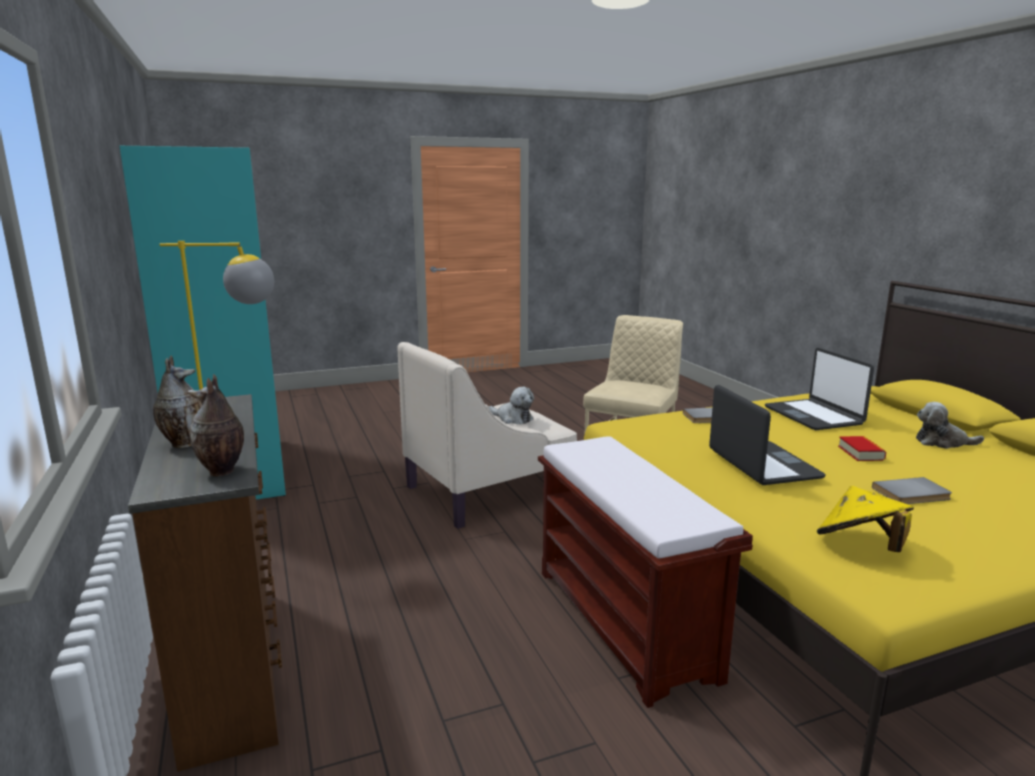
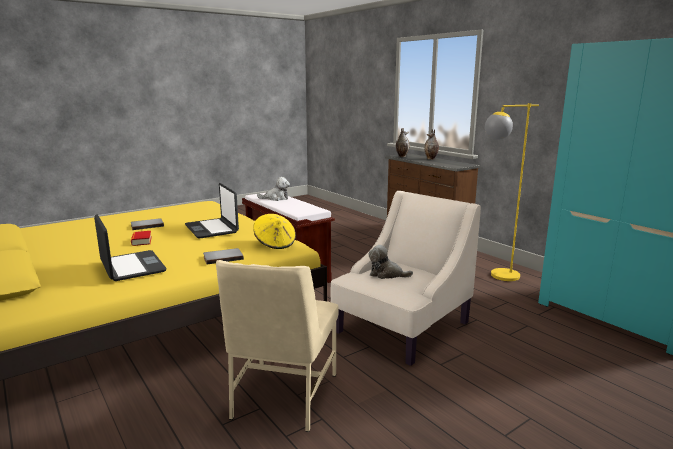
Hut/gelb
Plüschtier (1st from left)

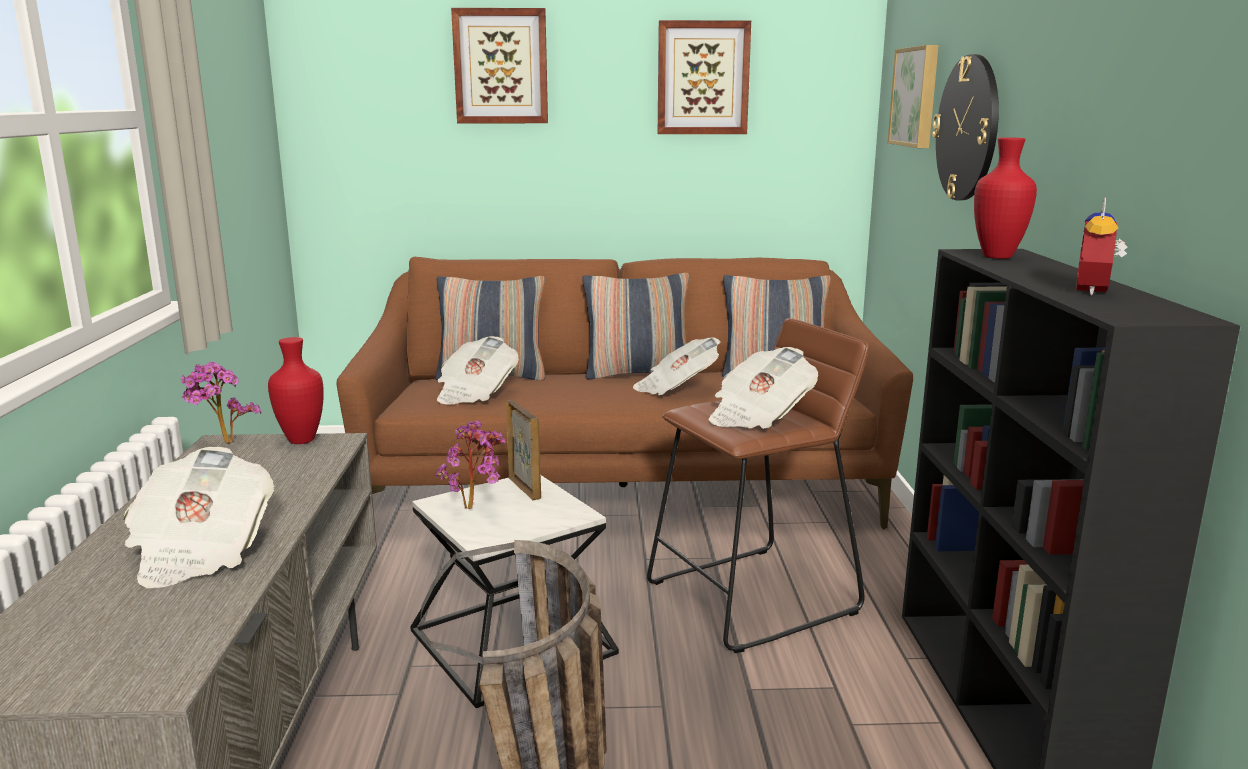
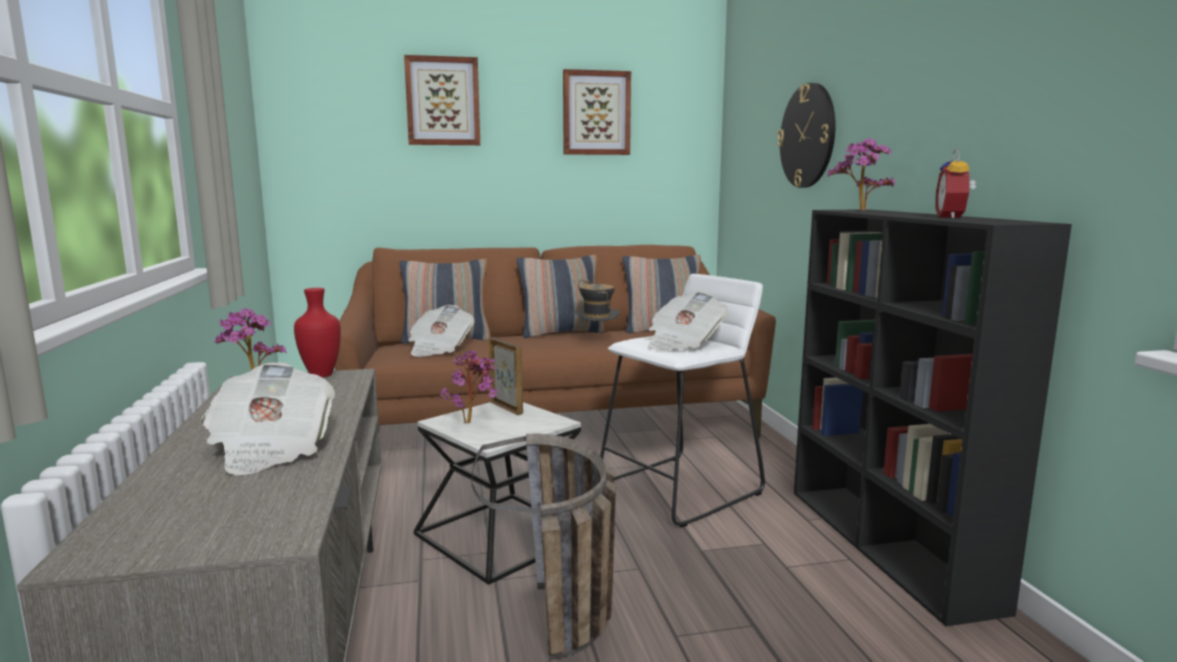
Bild (3rd from left in the first image)
Hut
Topfpflanze (3rd from left)
Hocker/weiß

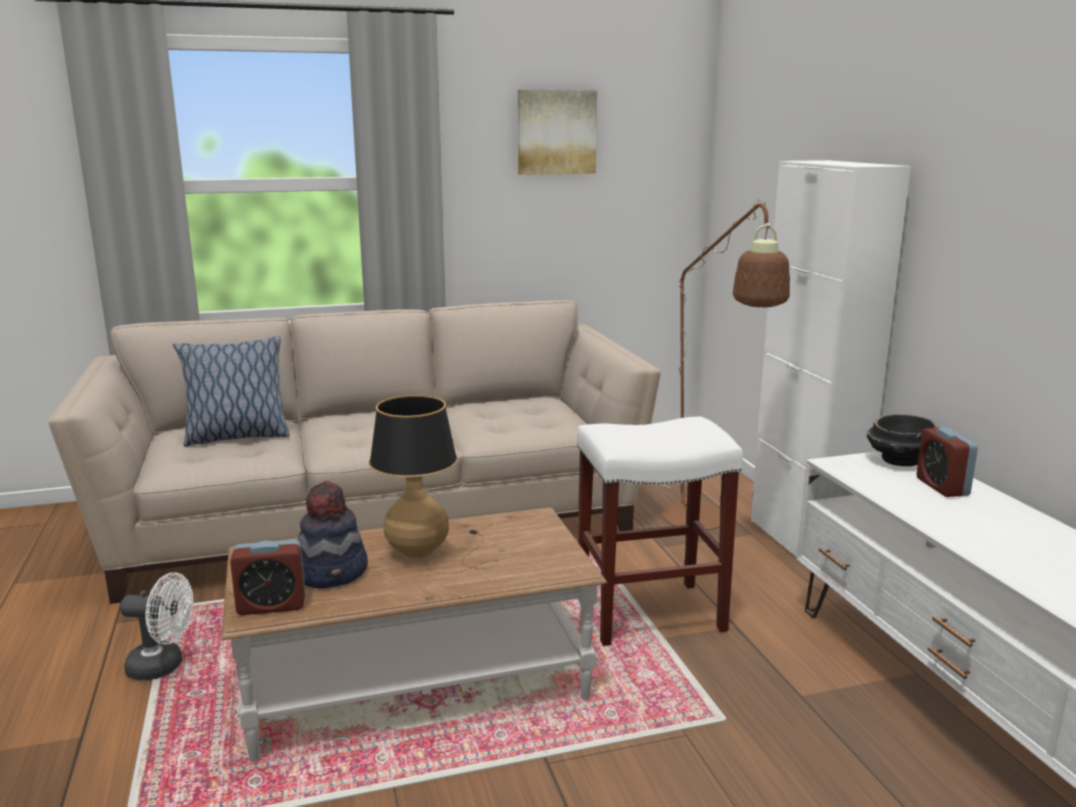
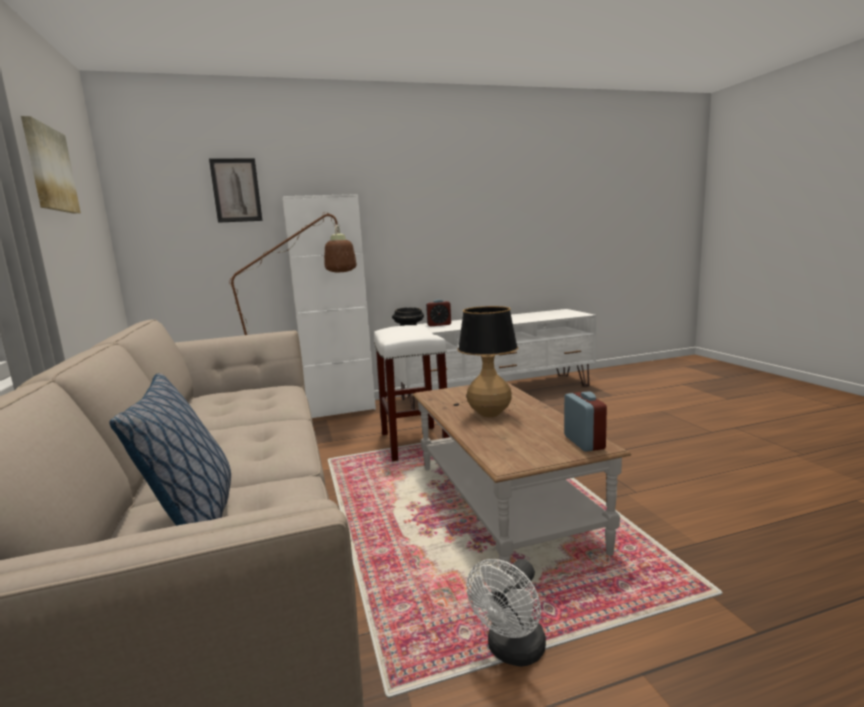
Hut
Bild (2nd from left)
Ventilator/weiß

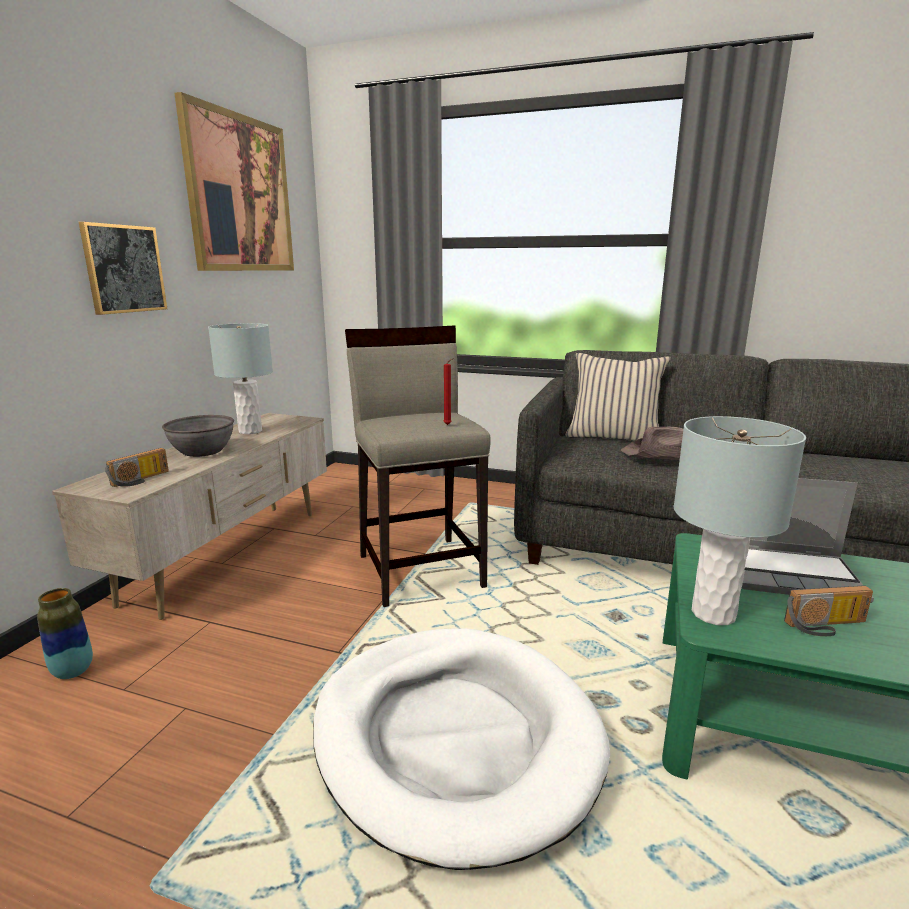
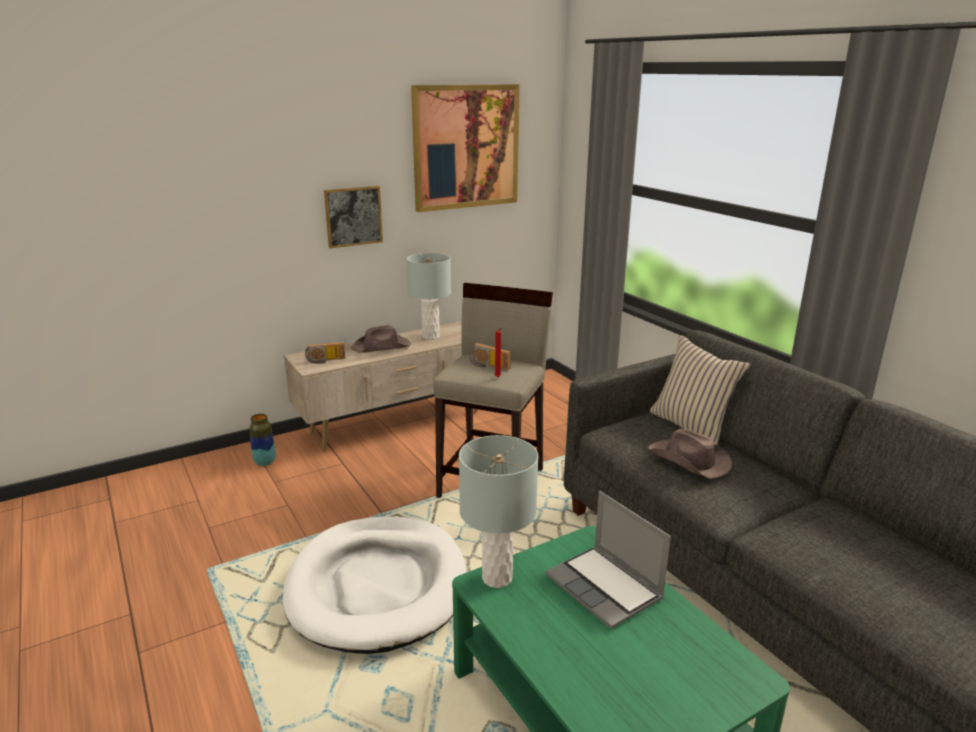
Radio (2nd from left)
Hut/braun (1st from left)

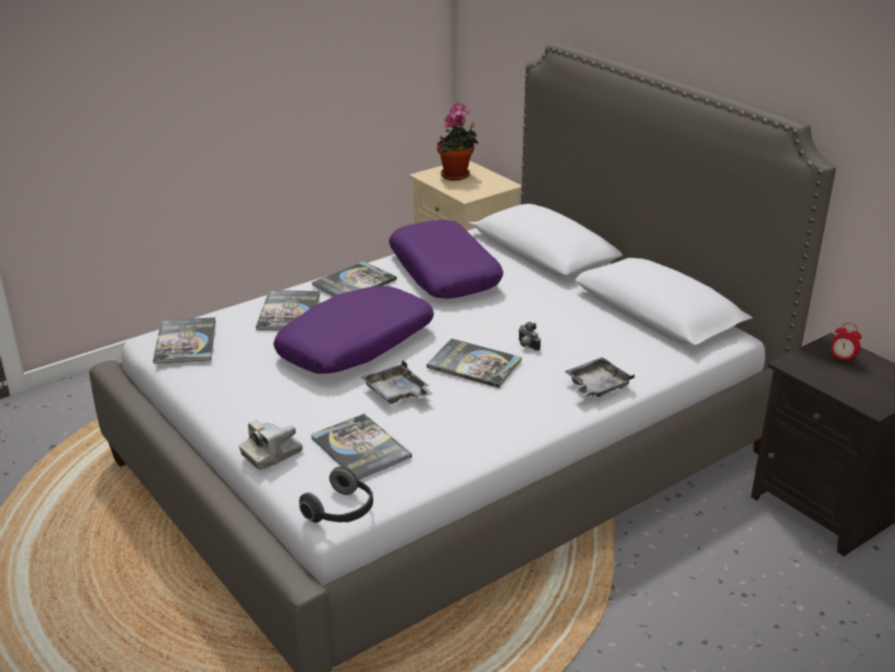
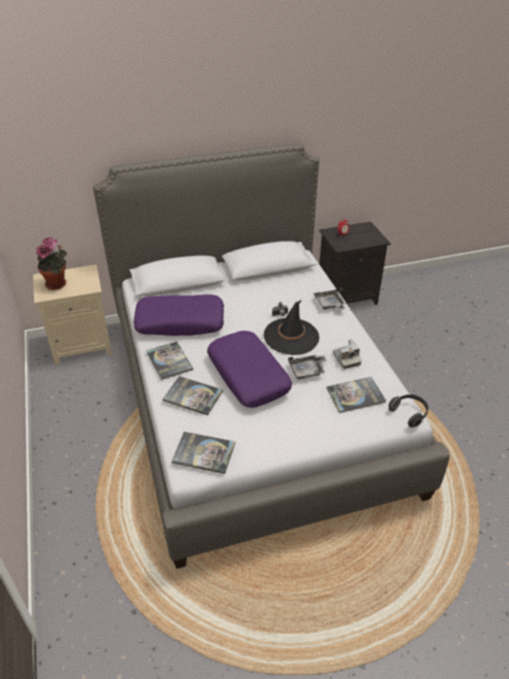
Kamera (2nd from left)
Hut/schwarz

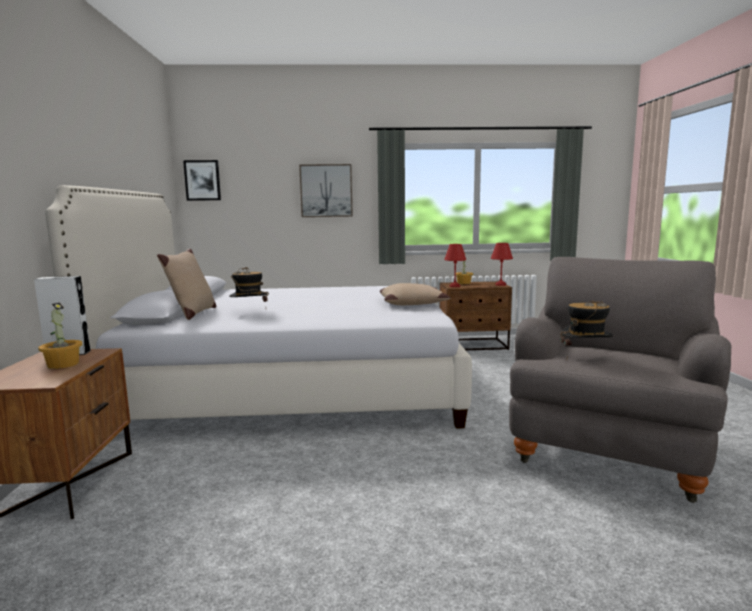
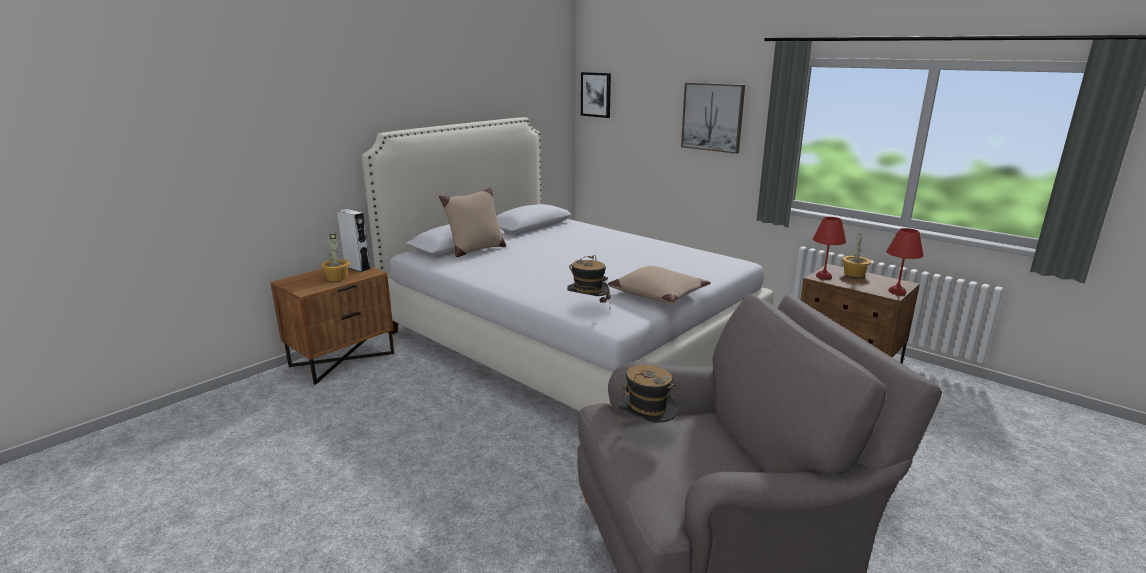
Hut (1st from left)

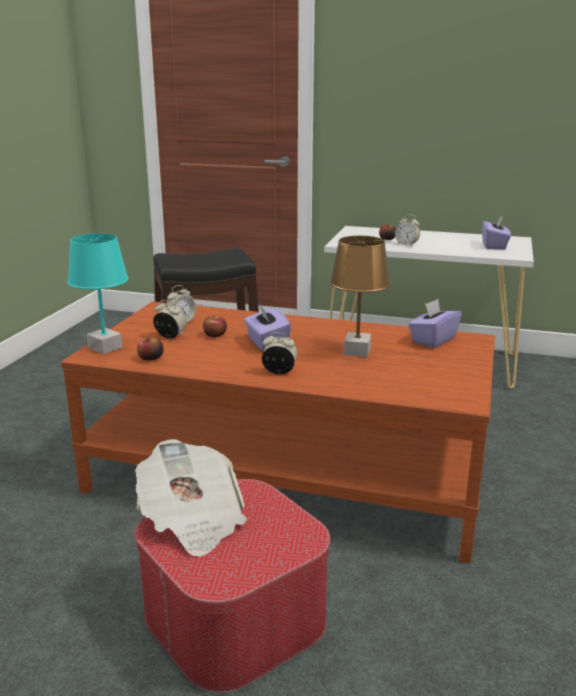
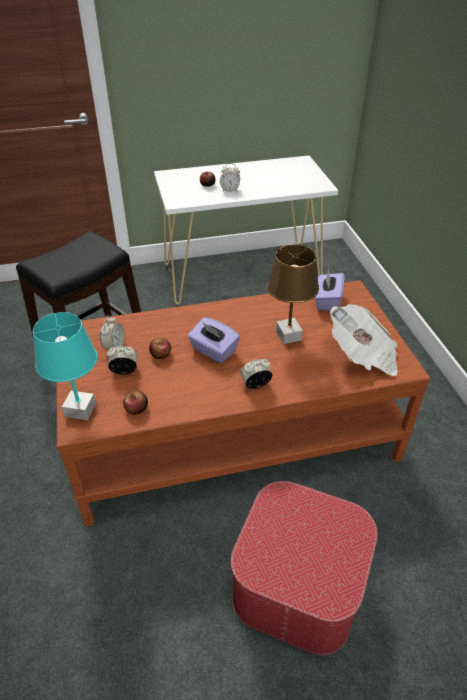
Taschentuchbox/lila (3rd from left in the first image)
Zeitung

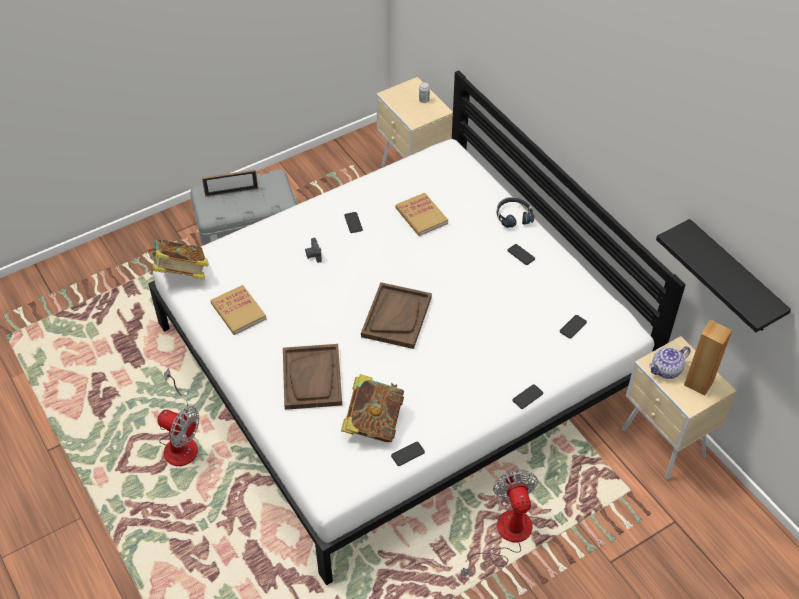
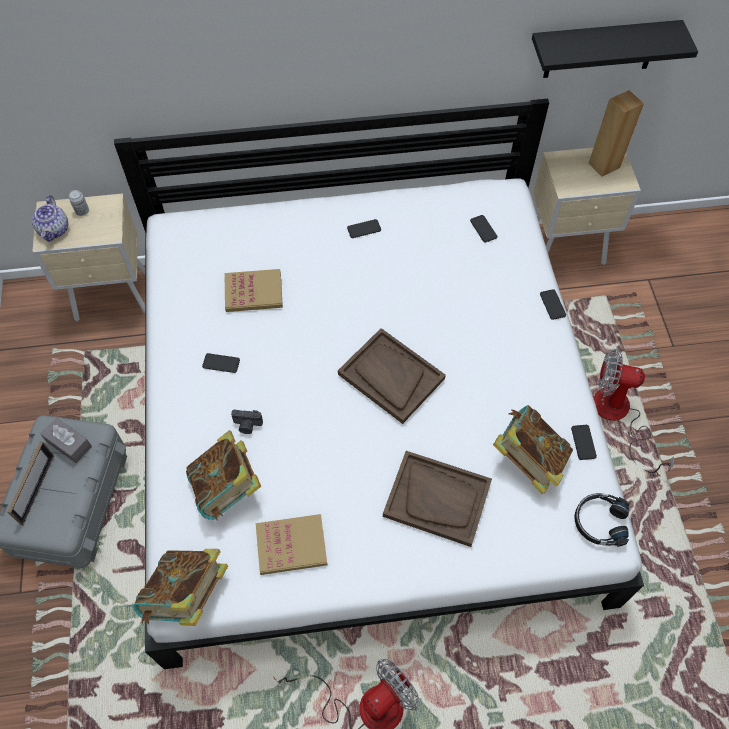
Taschentuchbox/grau
Buch (2nd from left)
Kopfhörer/schwarz
Teekanne

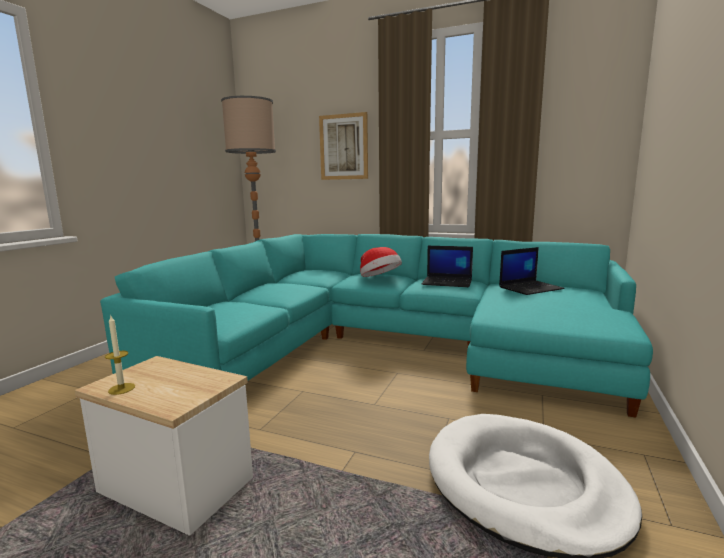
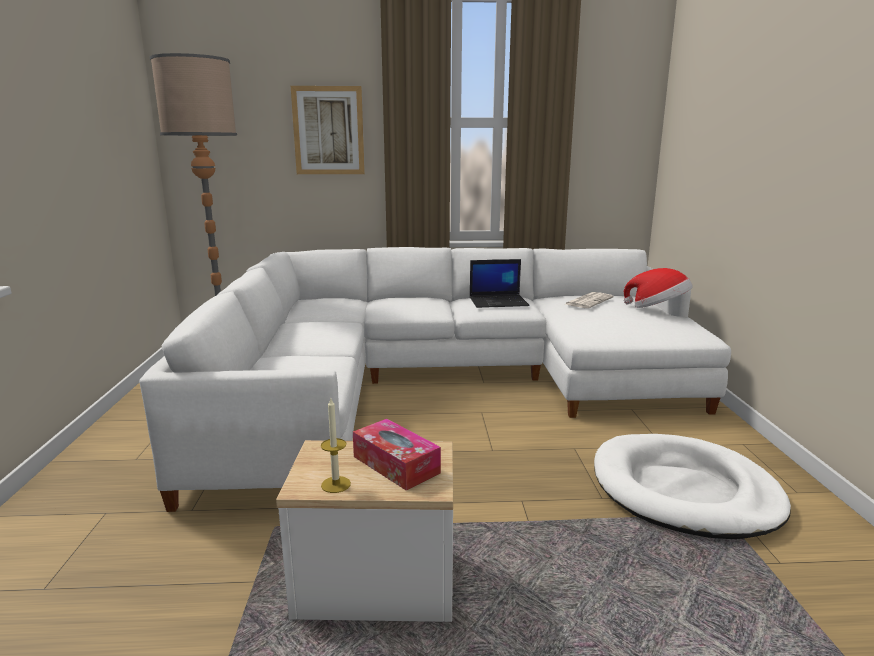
Taschentuchbox
Hut
Zeitung
Sofa/weiß

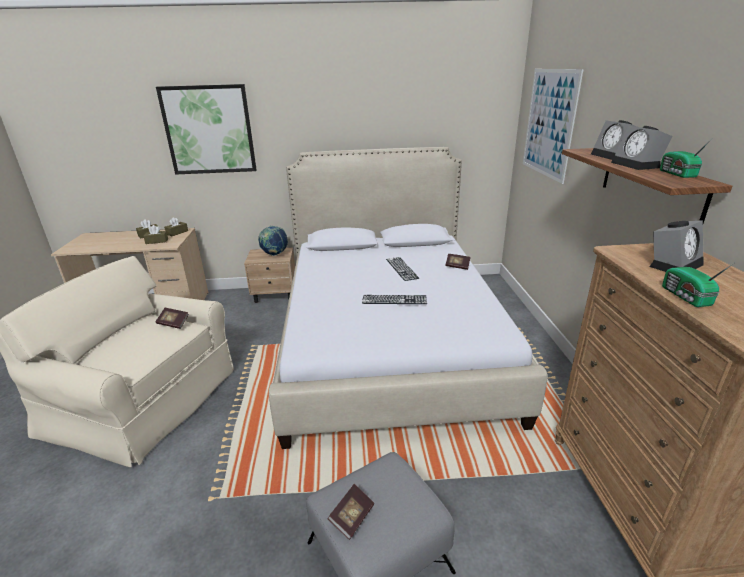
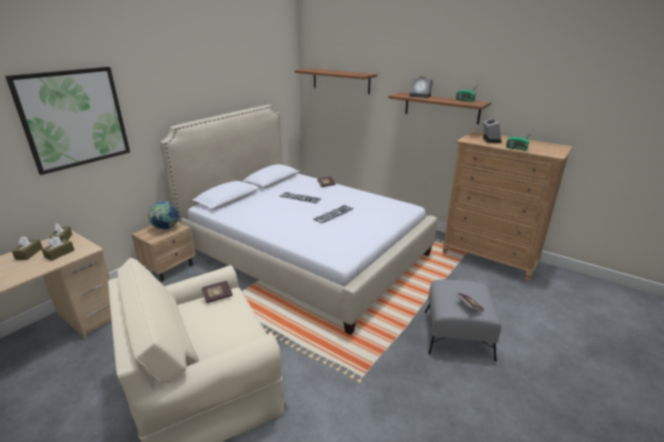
Wecker (2nd from left in the first image)
Wandregal (1st from left)

